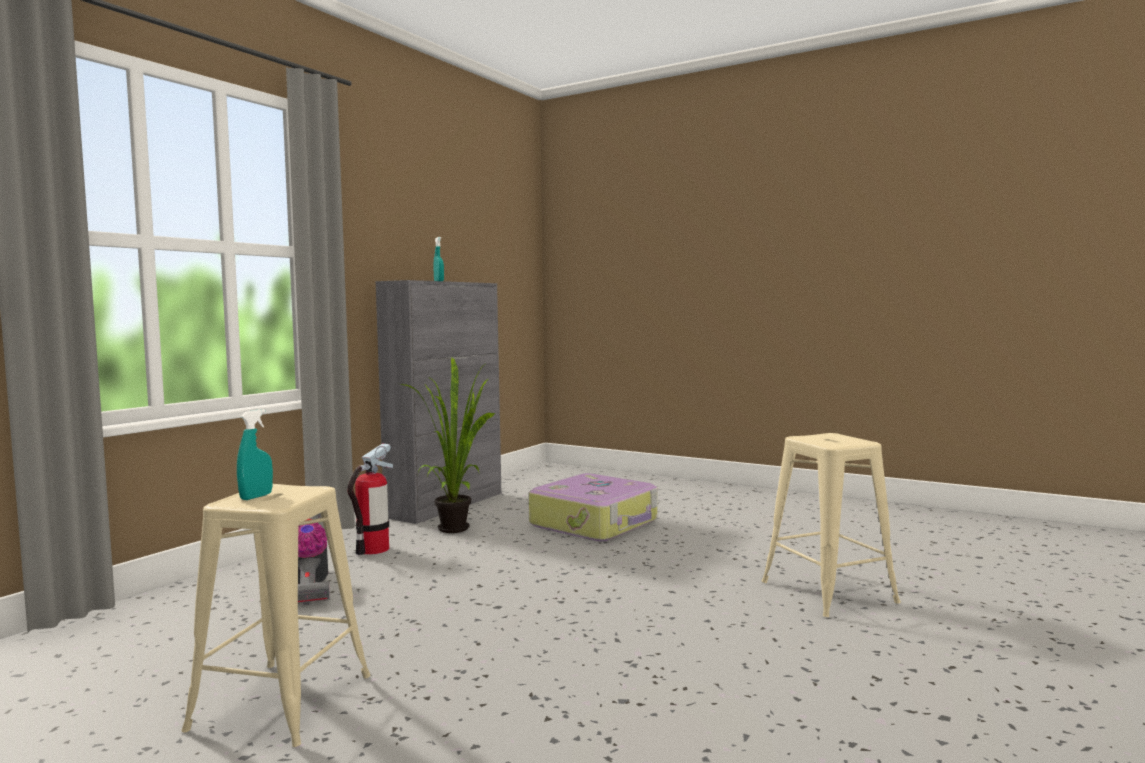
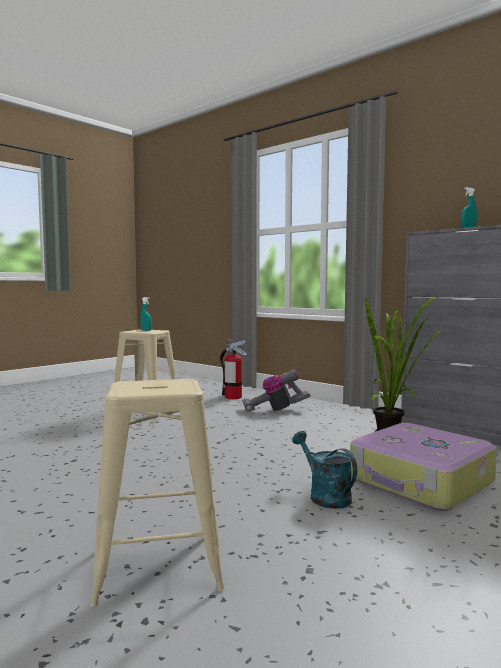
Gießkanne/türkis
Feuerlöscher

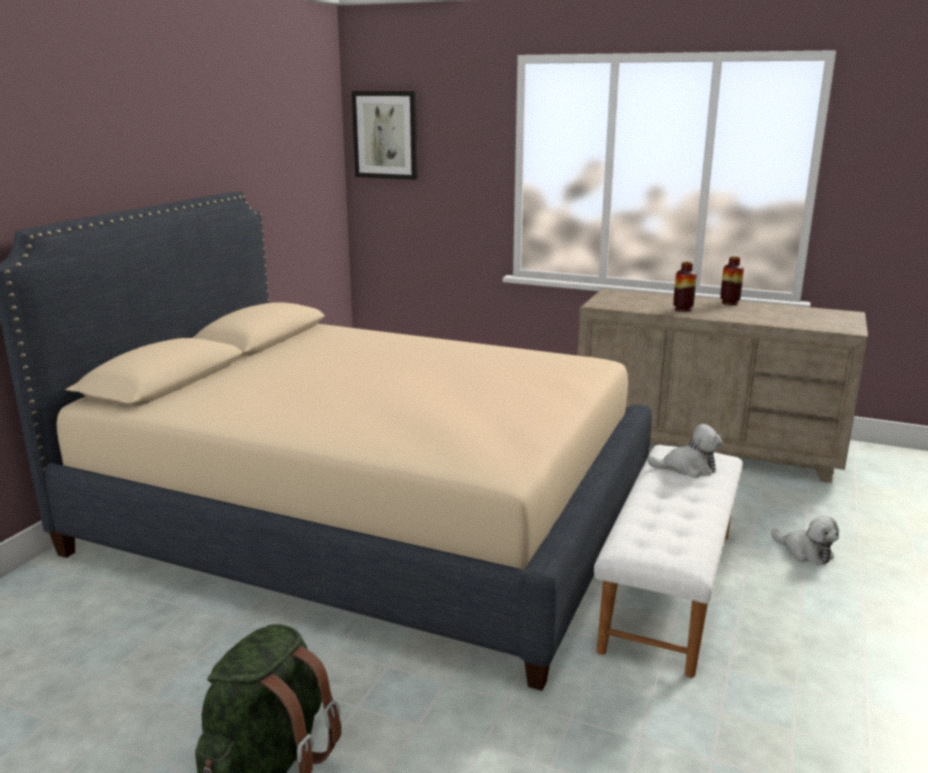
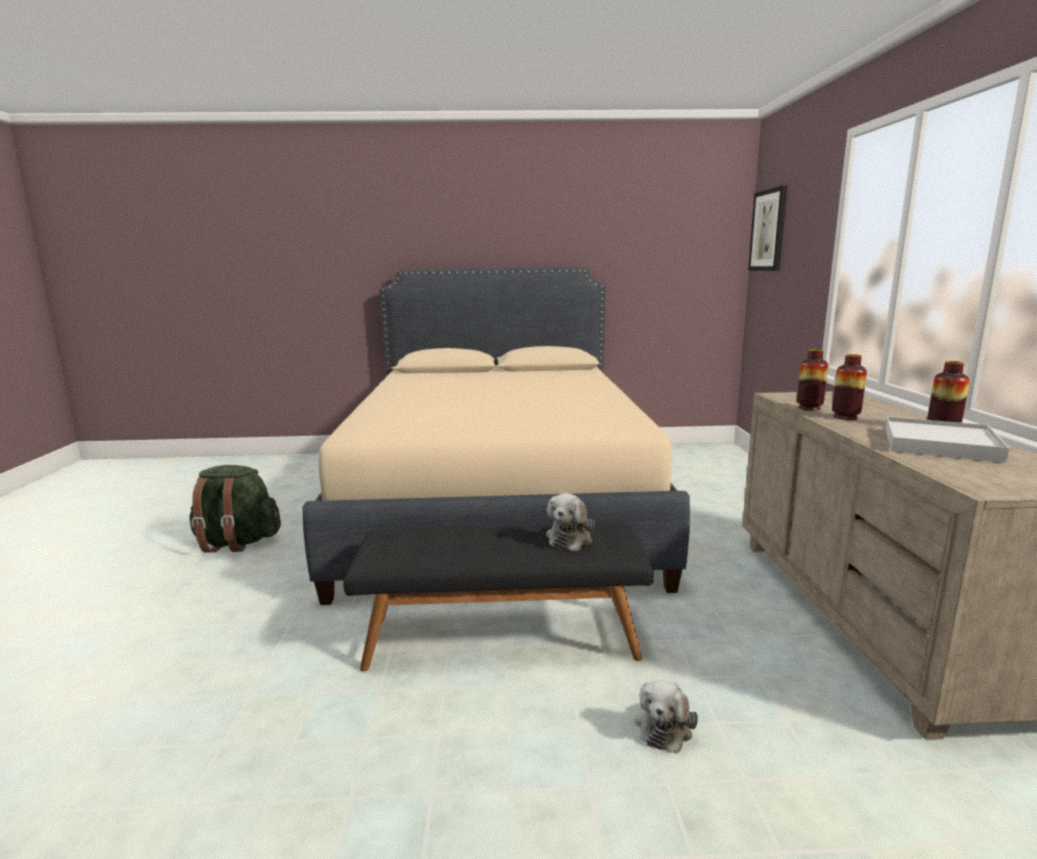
Vase (1st from left)
Tablett/weiß
Bank/schwarz
Plüschtier (1st from left)

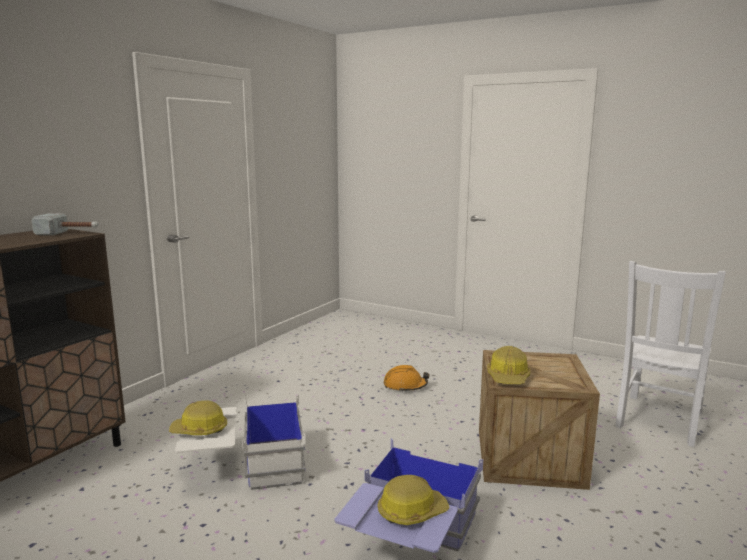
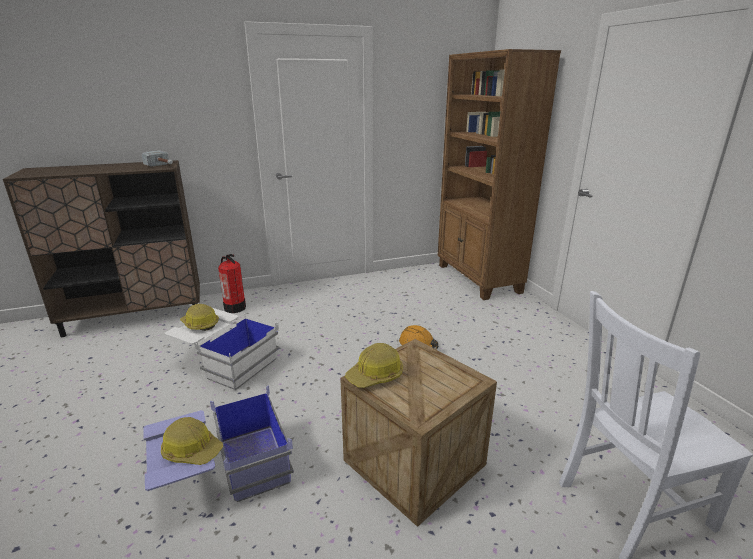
Feuerlöscher
Bücherregal/braun

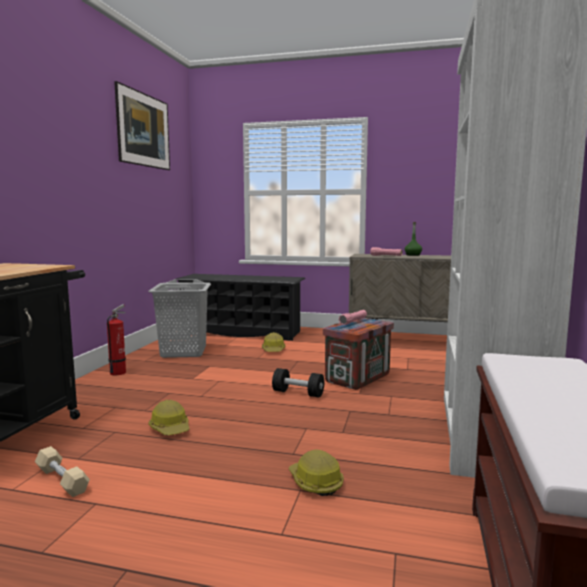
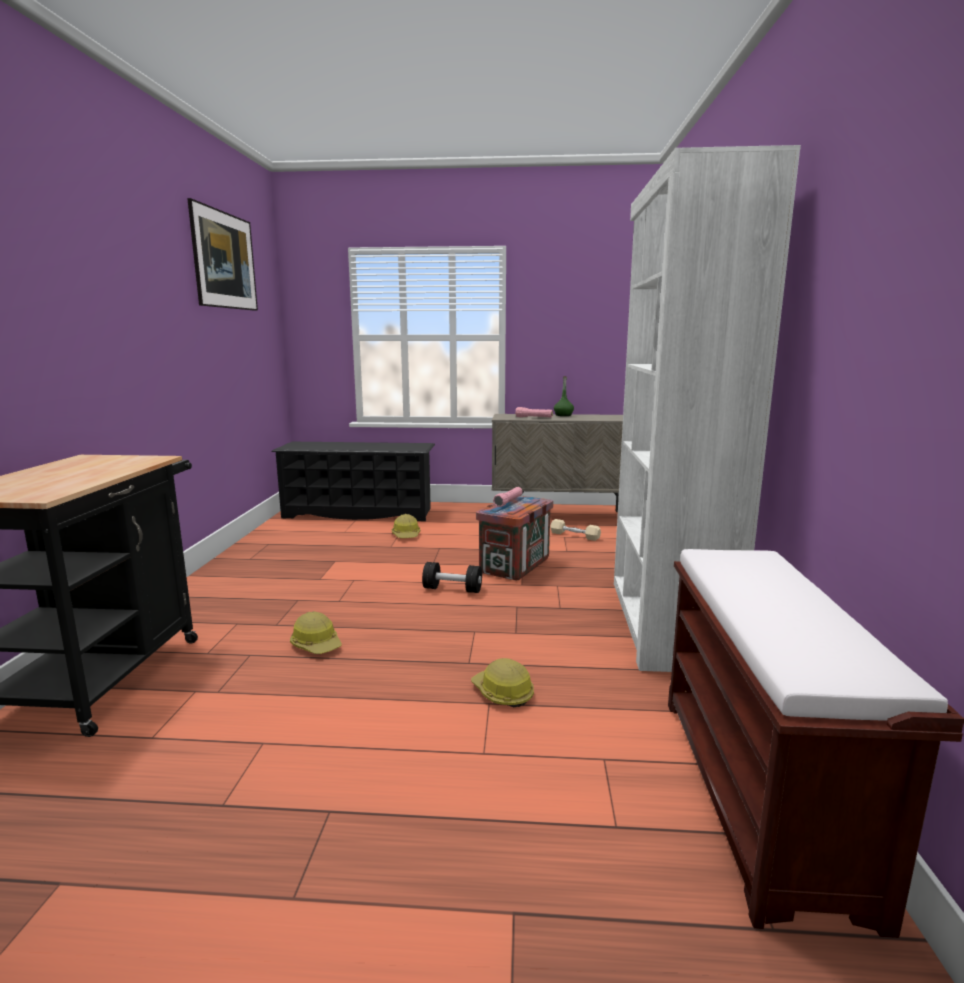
Feuerlöscher
Wäschekorb/grau
Hantel/beige

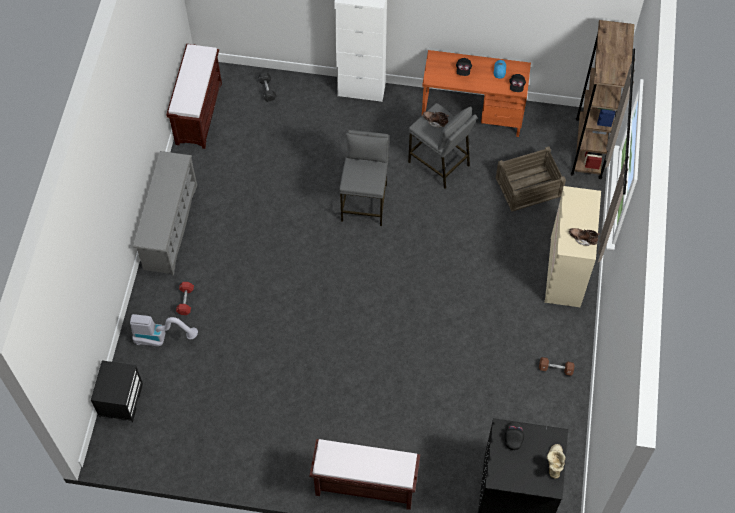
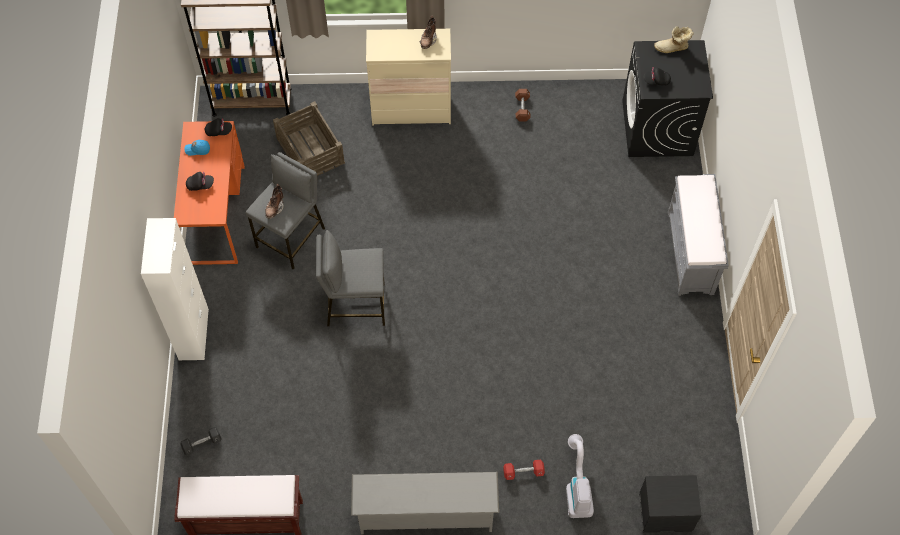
Bank/grau

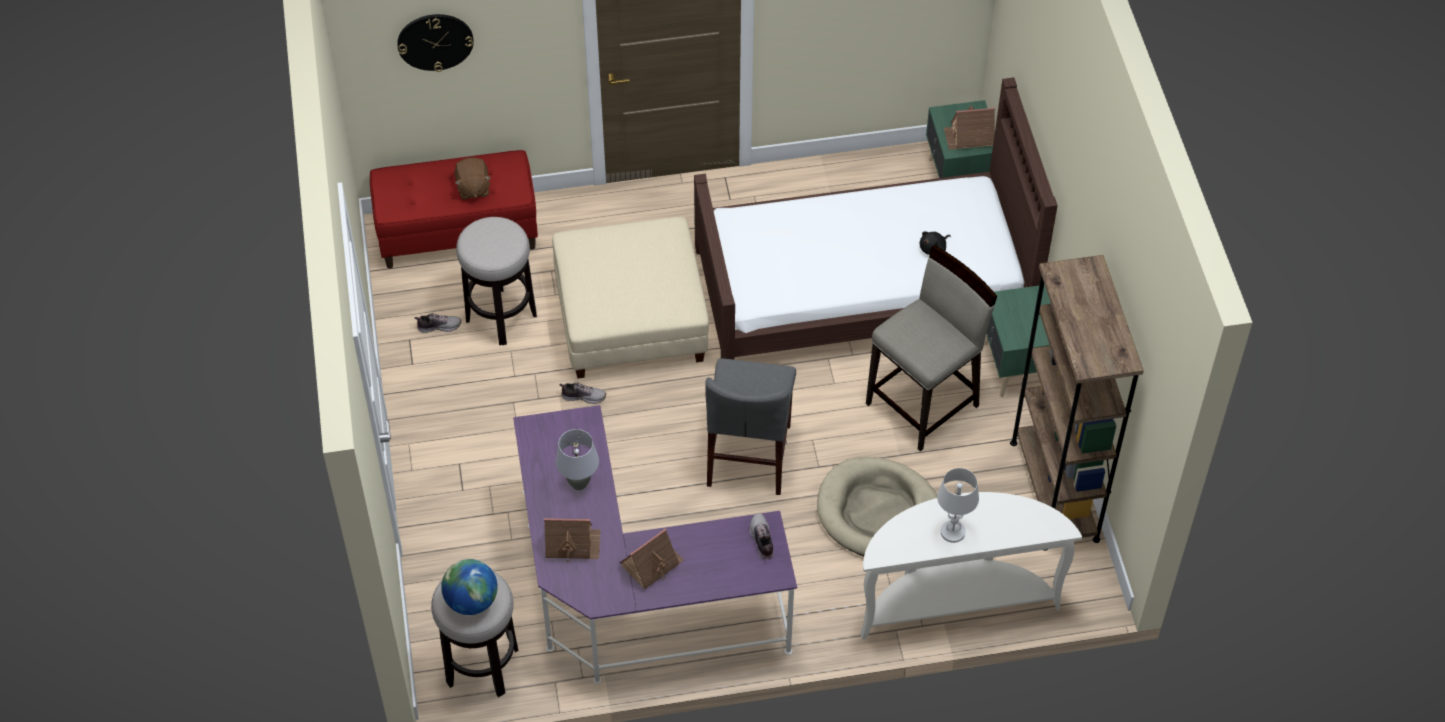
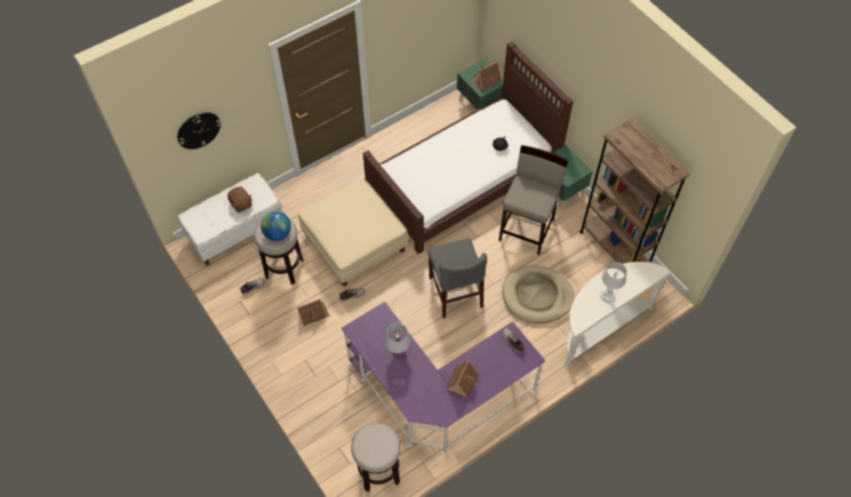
Globus
Spielzeughaus (1st from left)
Bank/weiß

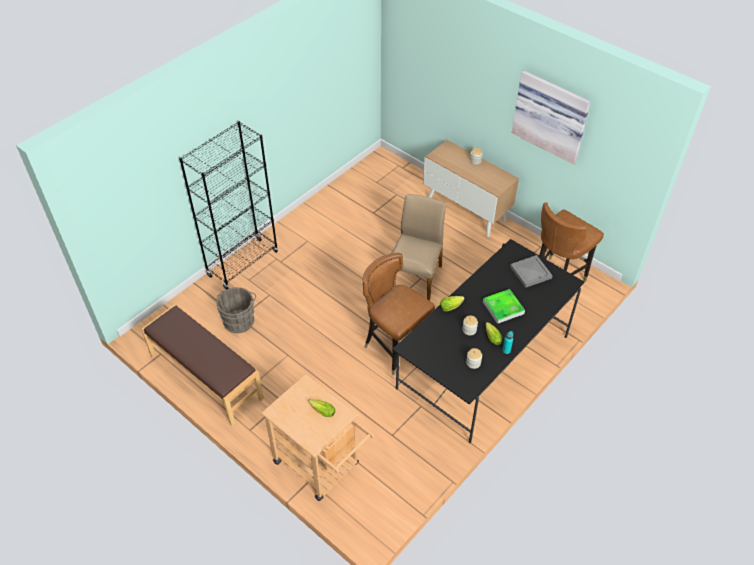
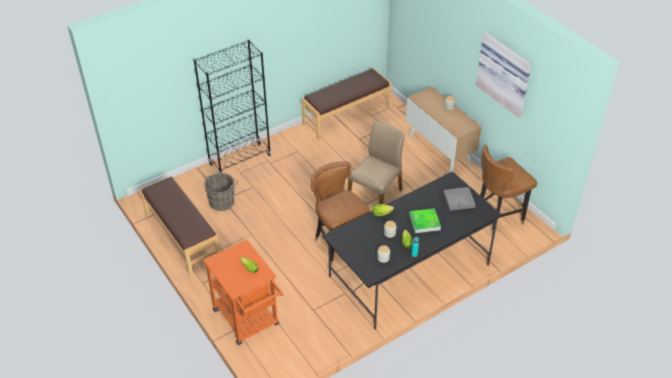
Bank/braun (2nd from left)
Rollwagen/orange

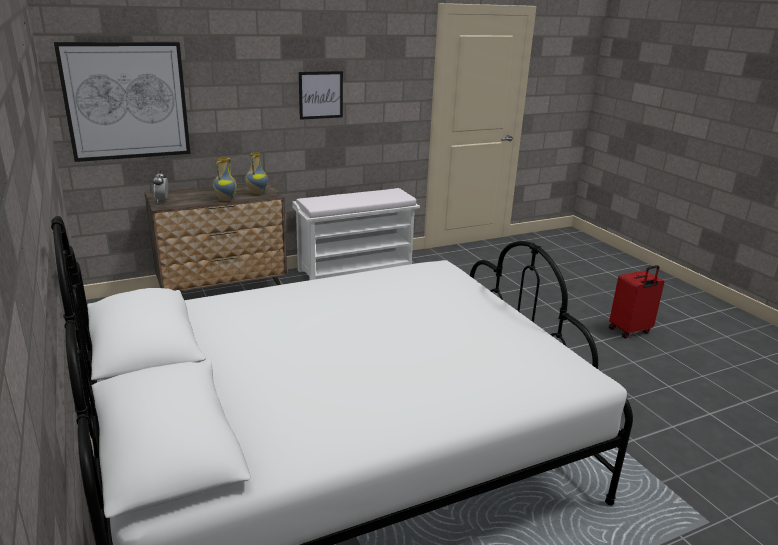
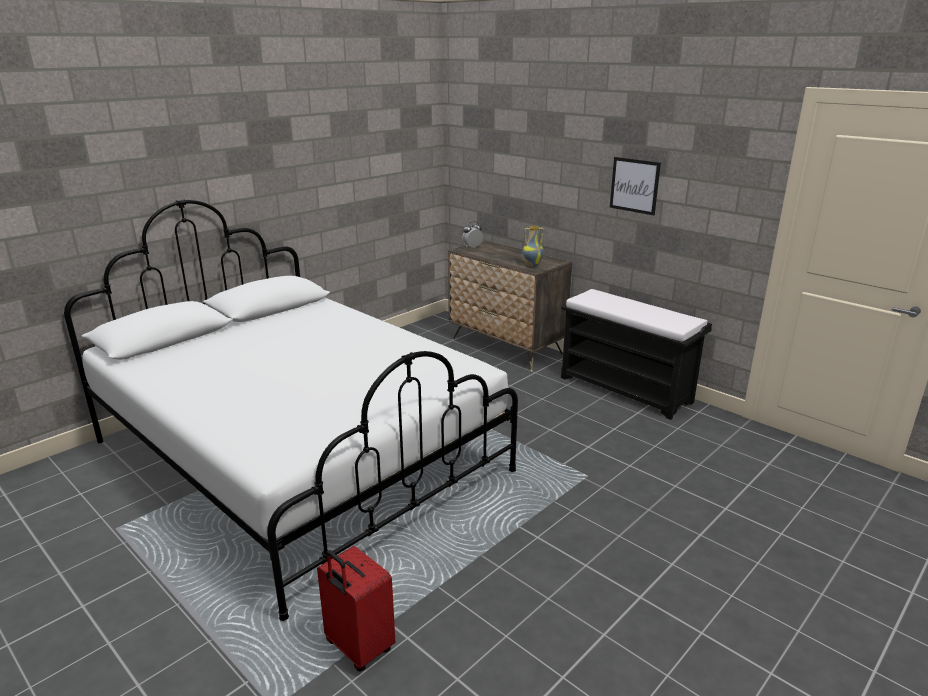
Bild (1st from left in the first image)
Vase (1st from left in the first image)
Koffer/rot
Bank/schwarz

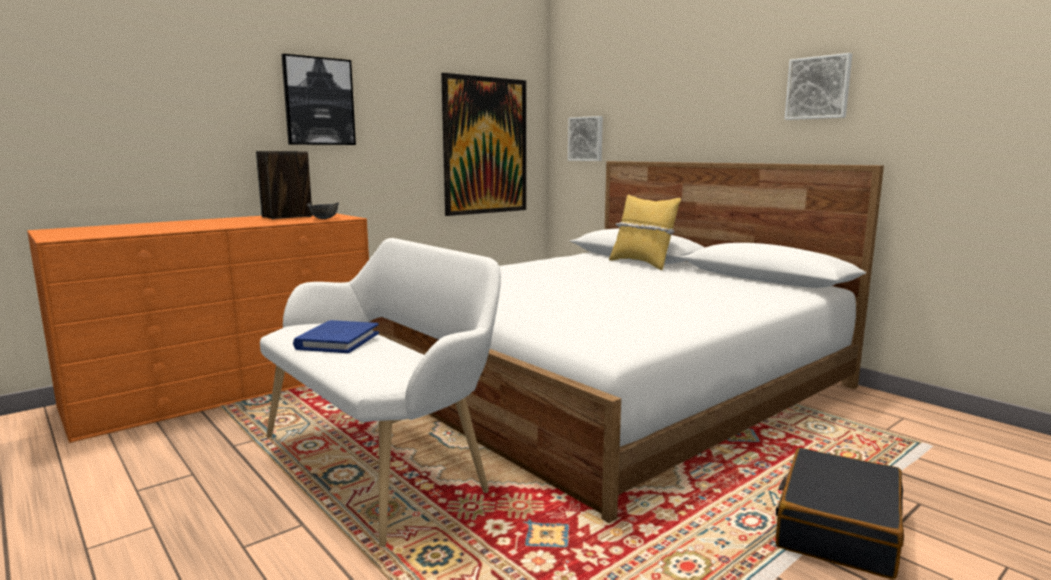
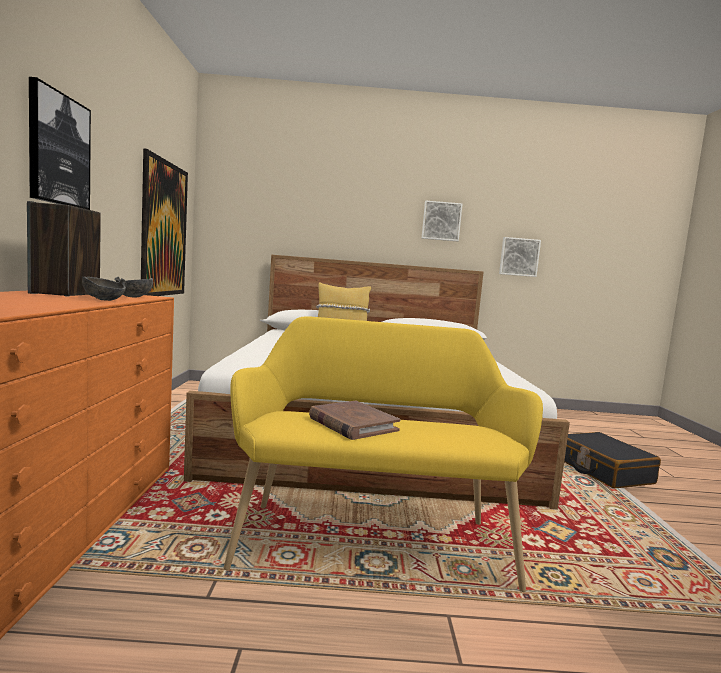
Schüssel/grau (1st from left)
Bild (4th from left)
Bank/gelb
Buch/braun

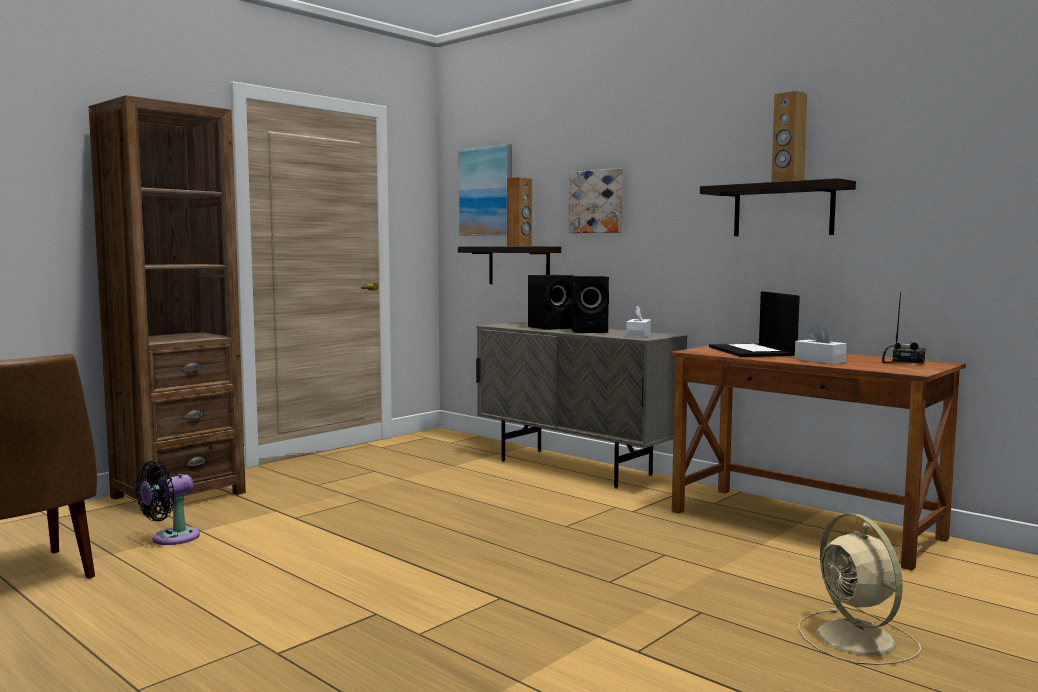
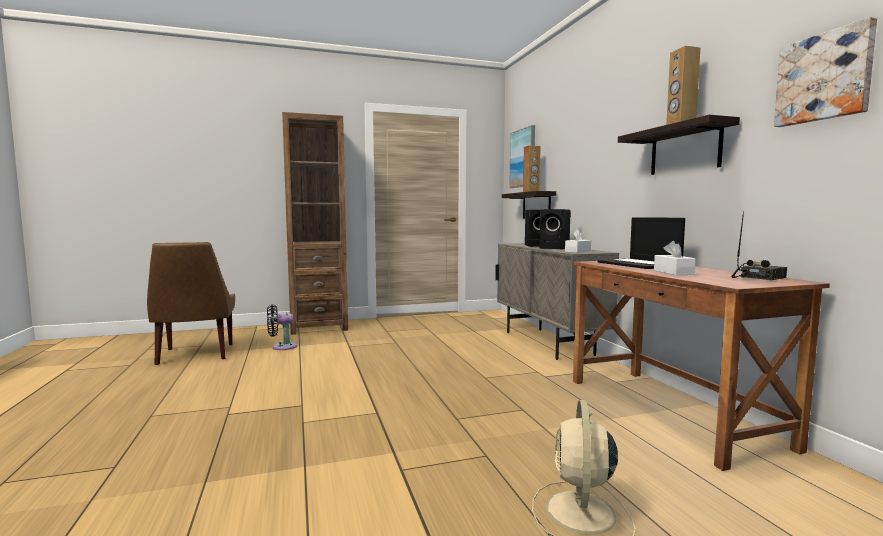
Bild (2nd from left)
Laptop

